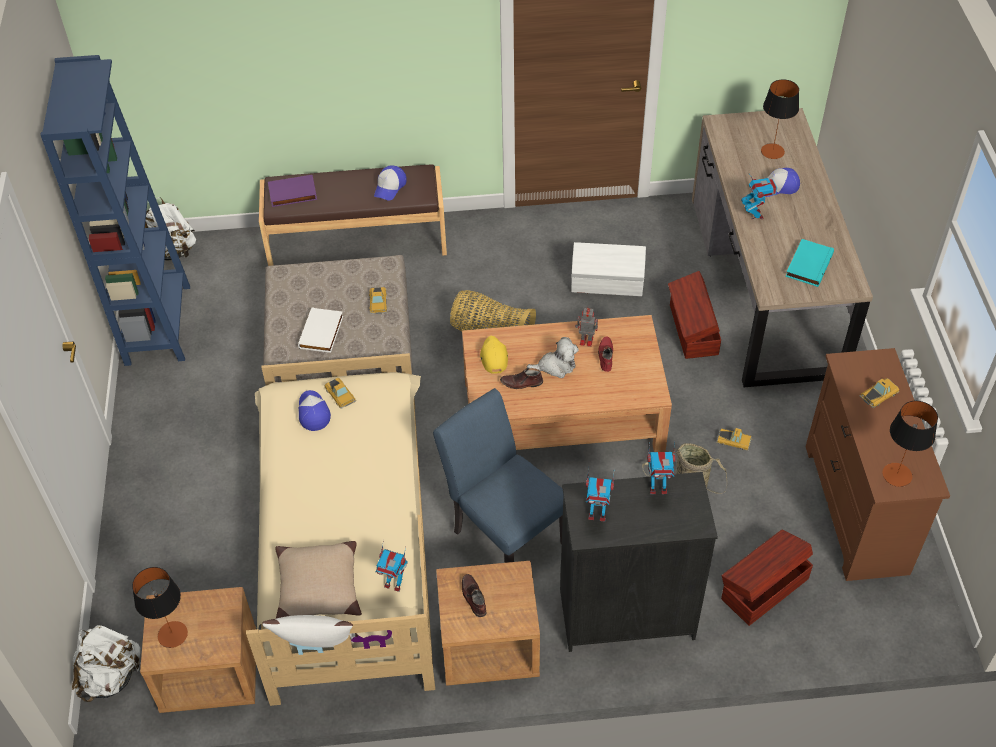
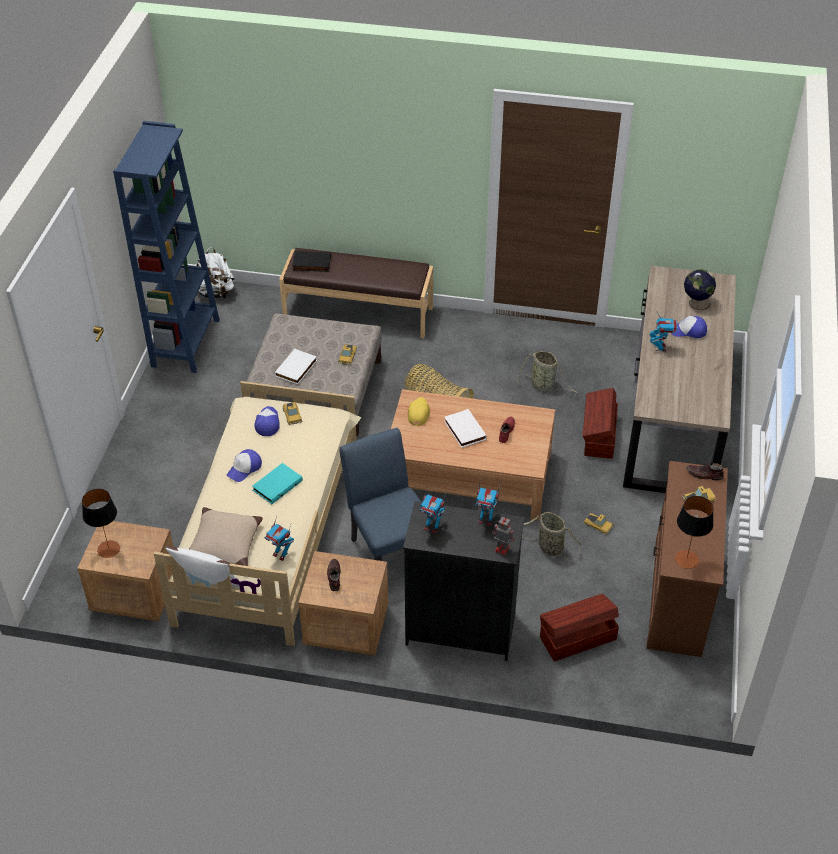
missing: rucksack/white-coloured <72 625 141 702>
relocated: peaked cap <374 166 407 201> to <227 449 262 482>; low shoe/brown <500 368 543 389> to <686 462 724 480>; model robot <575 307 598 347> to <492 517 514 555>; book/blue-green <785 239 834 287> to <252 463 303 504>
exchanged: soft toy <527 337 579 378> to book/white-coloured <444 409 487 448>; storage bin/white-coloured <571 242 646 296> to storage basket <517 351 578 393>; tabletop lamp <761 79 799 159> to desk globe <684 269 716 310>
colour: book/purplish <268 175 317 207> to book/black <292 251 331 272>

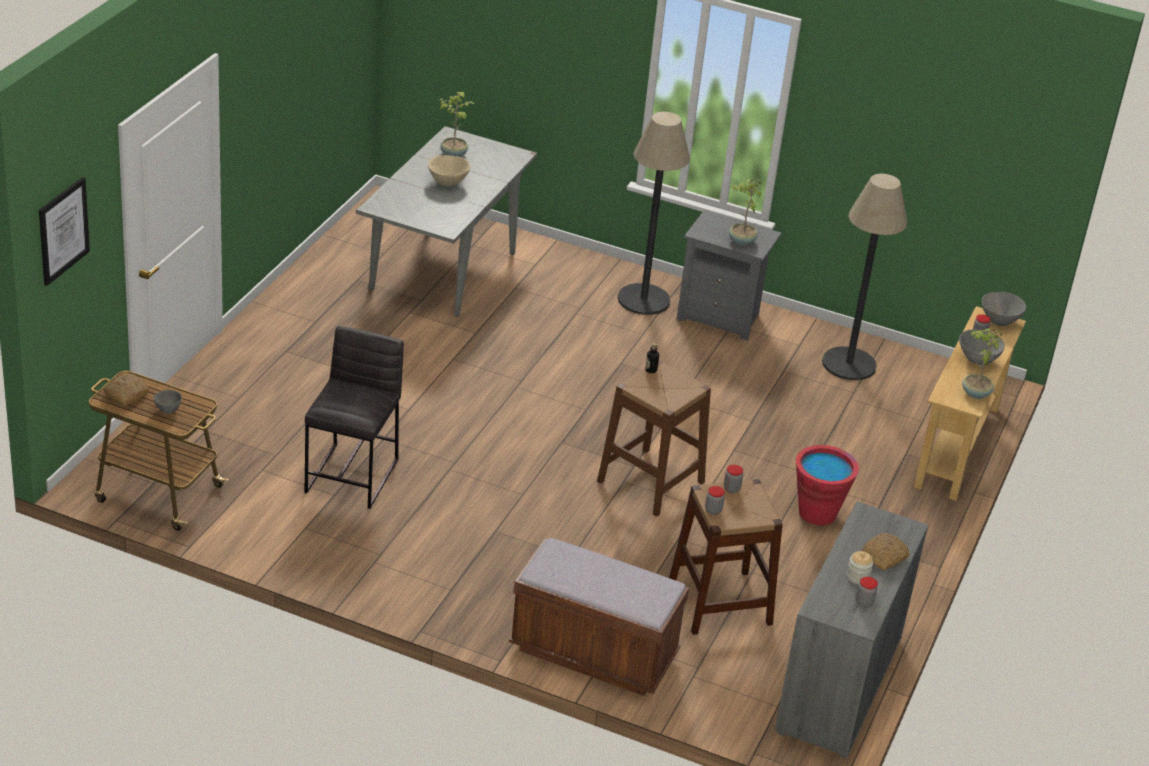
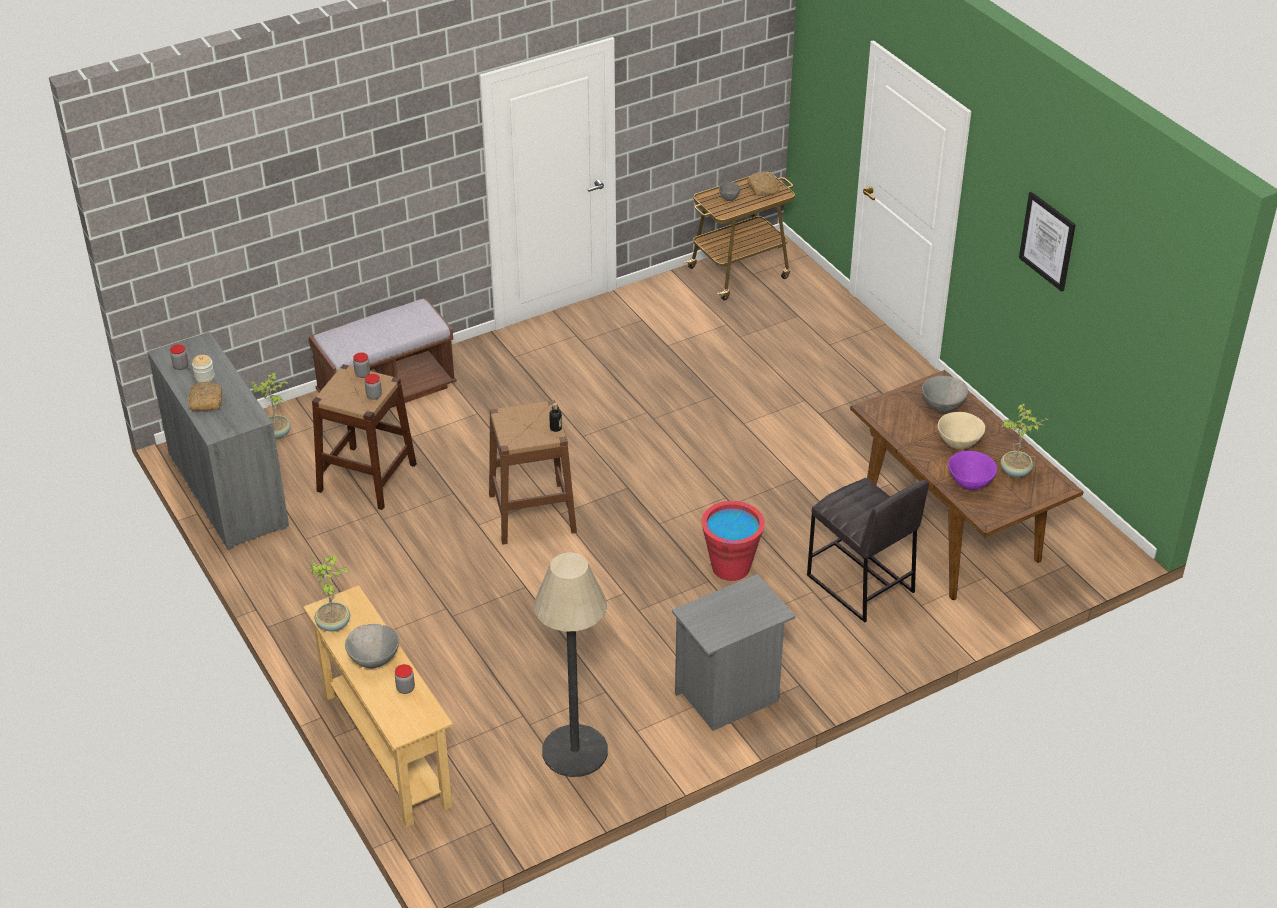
missing: standard lamp <618 112 690 315>
appeared: bowl/purplish <948 451 997 490>
relocated: wall art <39 177 90 286> to <1019 192 1076 292>; sitting stool/grey <305 326 404 509> to <807 478 929 622>; houseplant <729 179 761 246> to <251 373 291 439>; pail/red <796 445 859 525> to <701 501 765 581>; bowl/grey <982 292 1026 326> to <922 376 968 413>
colour: kitchen table/grey <356 126 537 317> to kitchen table/brown <850 370 1083 600>

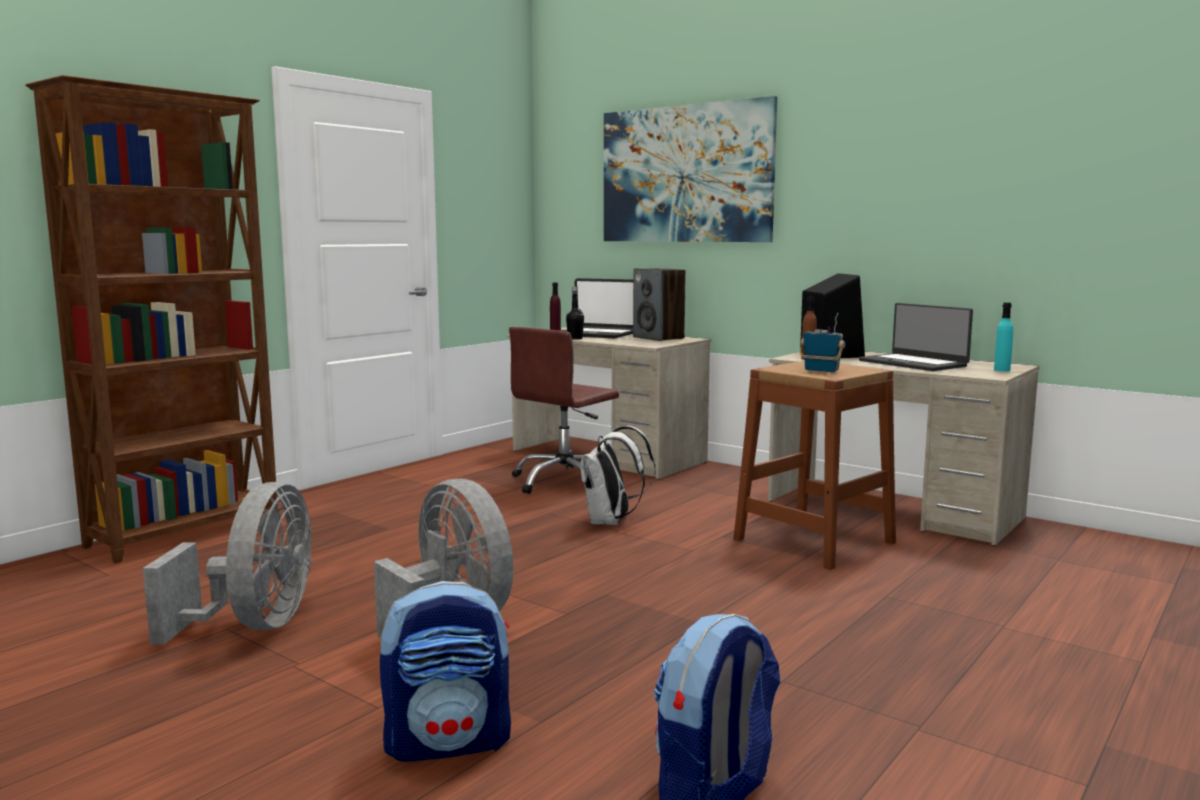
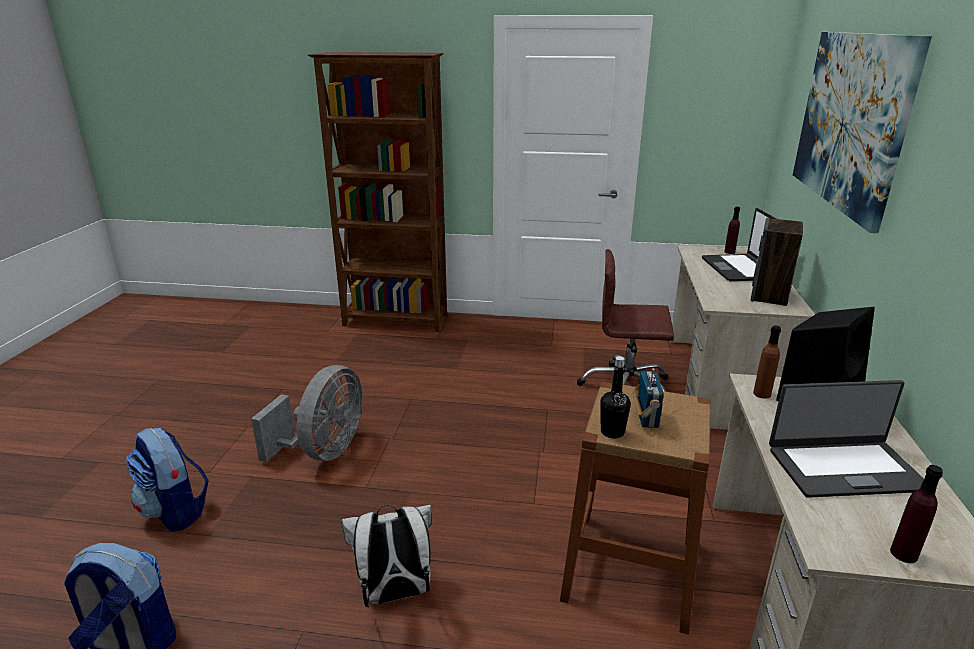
missing: cooling fan/grey <143 482 312 645>
relocated: beverage bottle/black <566 286 584 340> to <600 356 631 439>; rucksack/white-coloured <581 425 655 525> to <341 505 432 607>
colour: beverage bottle/blue-green <994 302 1013 372> to beverage bottle/purplish <890 465 943 563>
spun: notebook computer <859 303 973 371> = <769 380 924 498> 120 degrees counterclockwise

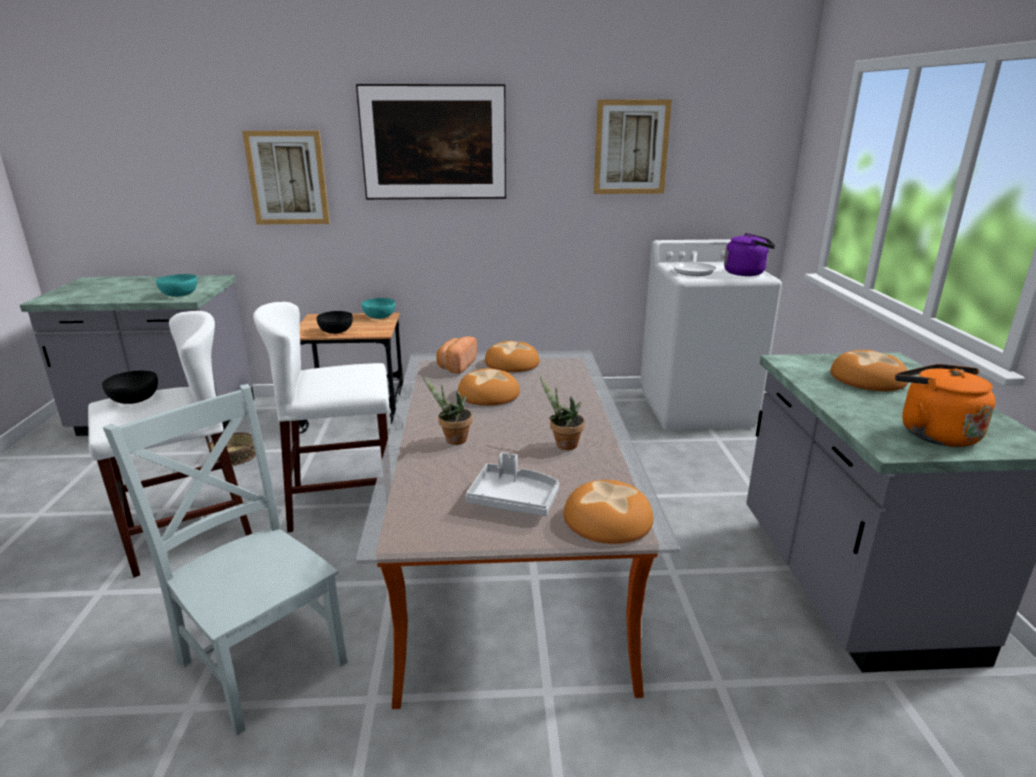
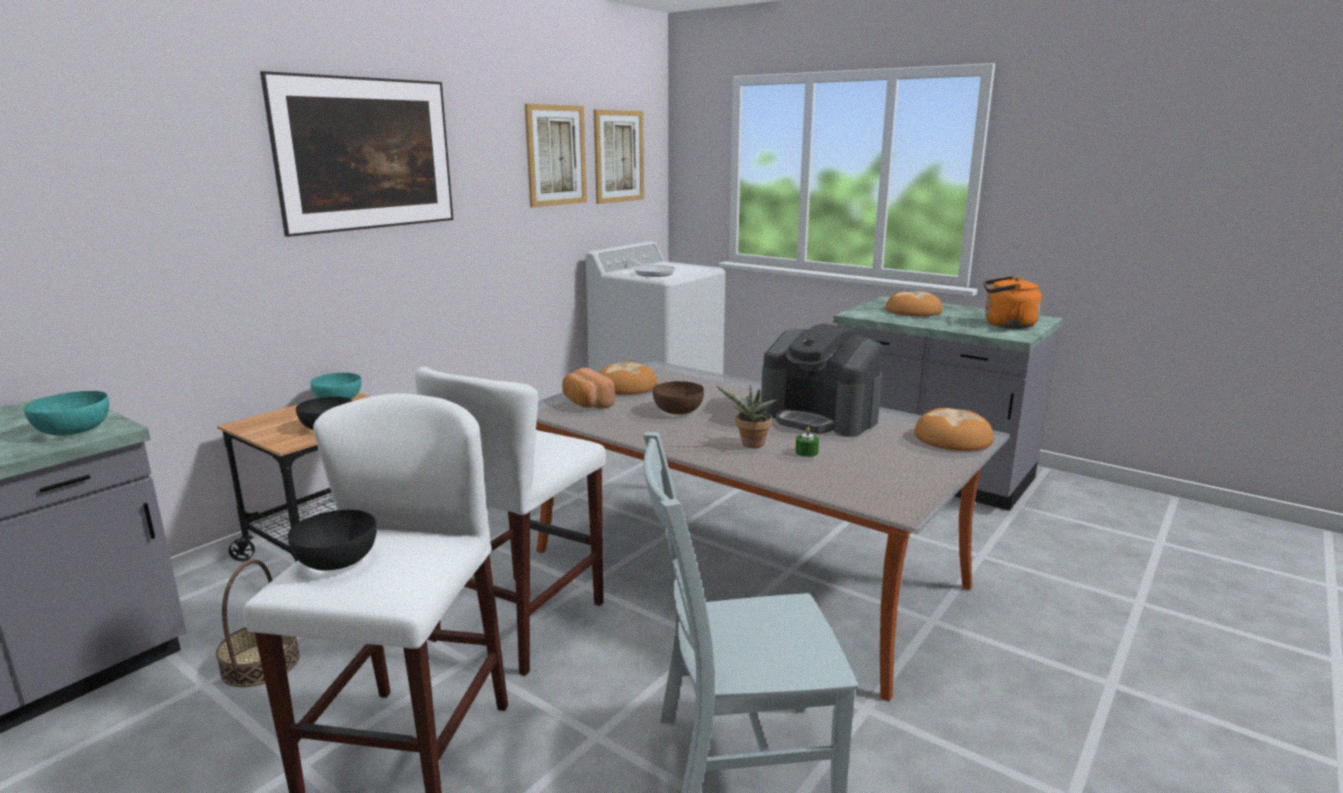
missing: tray/grey <465 452 559 516>; kettle/purplish <724 233 775 276>
appeared: wax candle/greenish <795 427 819 457>
relocated: wall art <242 131 330 225> to <594 109 644 204>
exchanged: bread <458 368 520 406> to bowl/brown <653 381 704 414>; houseplant <540 377 585 450> to coffee brewer <761 323 883 437>

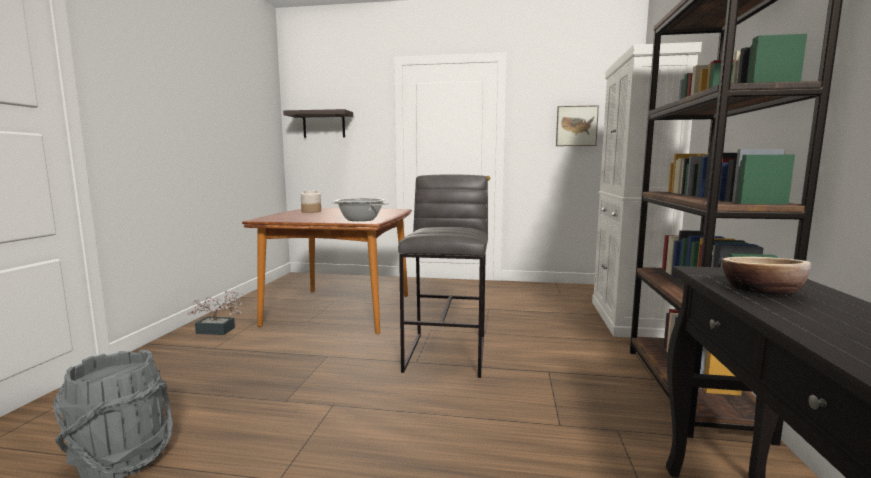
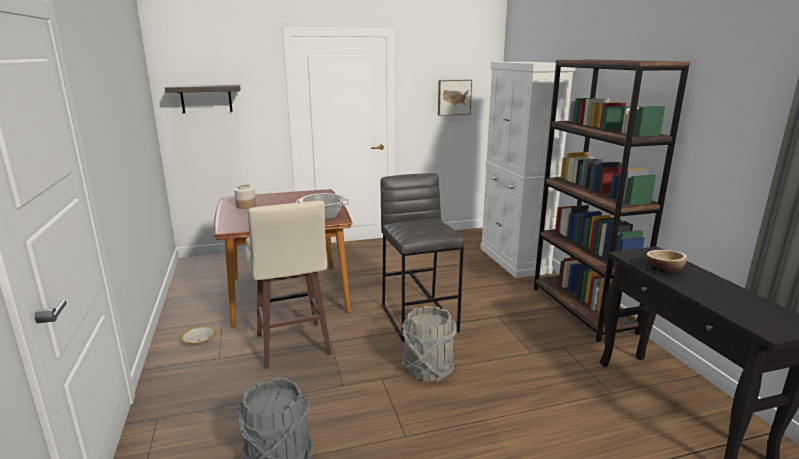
appeared: sitting stool/beige-coloured <245 201 332 369>; pail/grey <402 306 457 382>
exchanged: houseplant <187 291 243 335> to bowl <181 326 216 346>

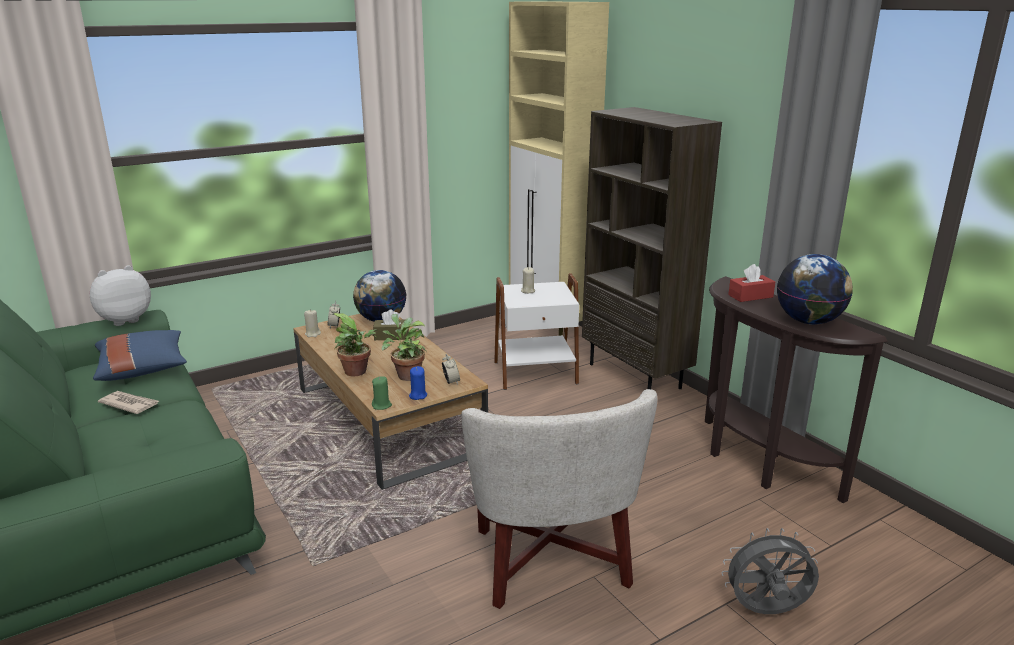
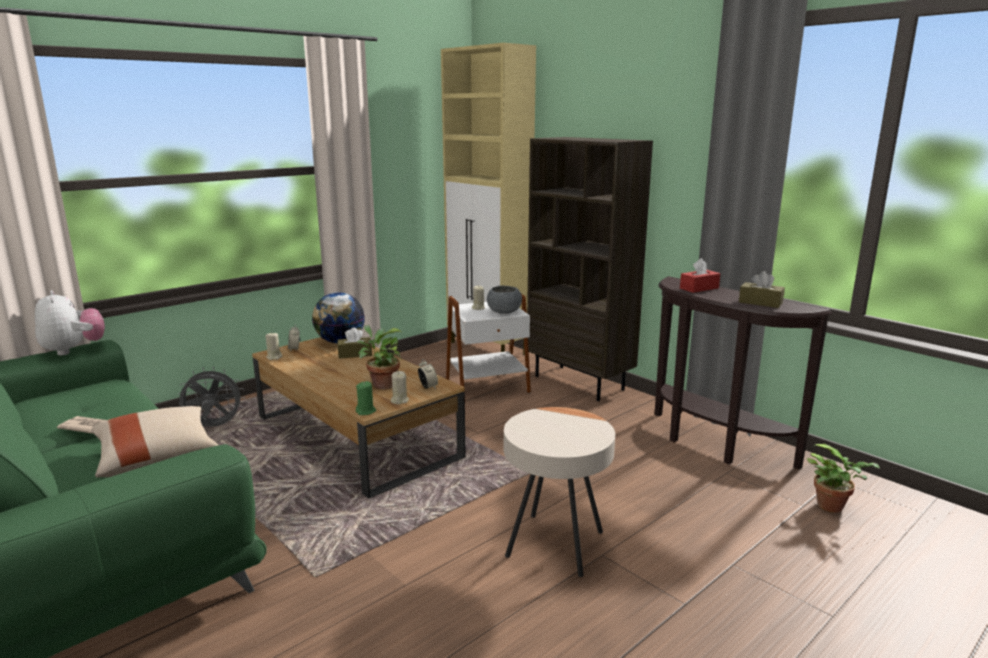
missing: throw pillow/blue <93 330 187 381>
appeared: throw pillow/beige-coloured <91 406 218 478>; bowl/grey <487 286 522 314>
relocated: houseplant <333 313 378 376> to <807 444 880 513>; cooling fan/grey <721 528 819 614> to <178 367 245 427>
exchanged: armchair/white-coloured <461 389 657 609> to end table/beige-coloured <504 407 615 577>; desk globe <777 254 853 325> to tissue holder/brown <739 271 785 308>
colour: wax candle/blue <409 366 427 400> to wax candle/beige-coloured <391 371 409 404>
spun: soft toy <89 265 151 326> = <35 290 105 356> 105 degrees clockwise

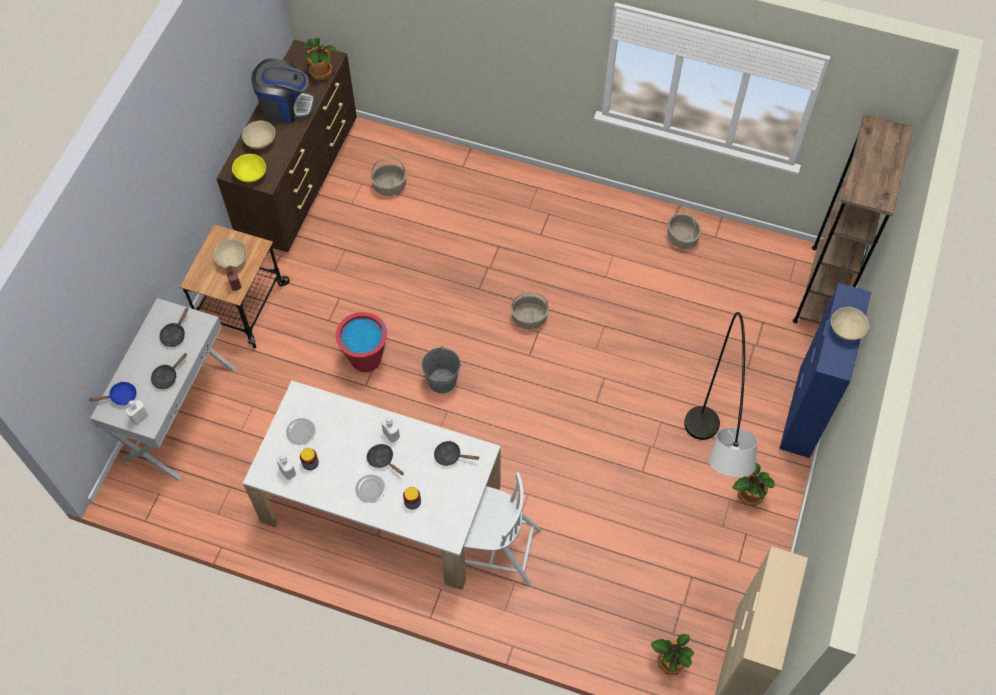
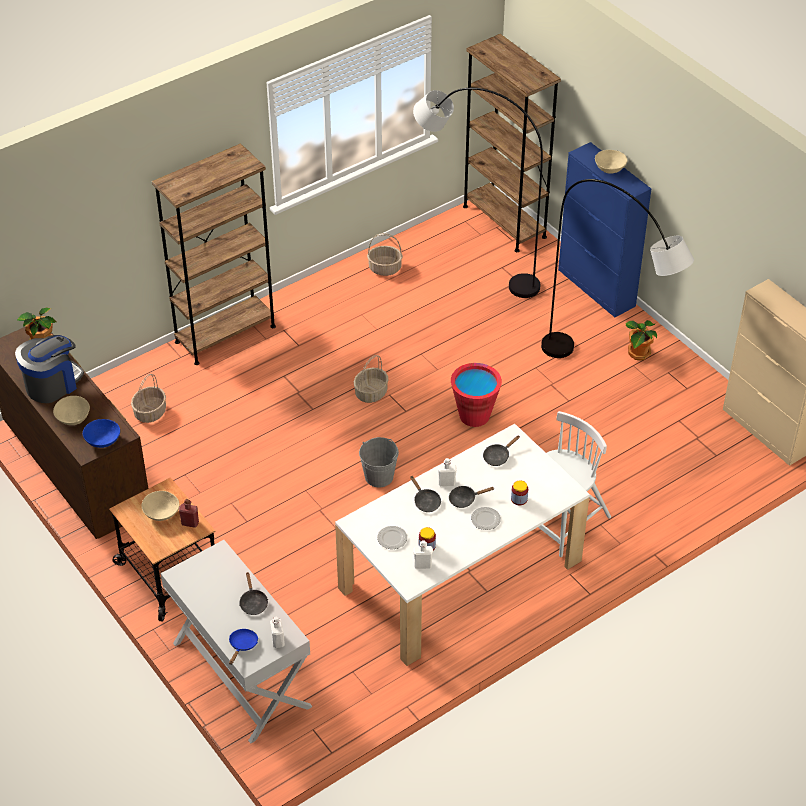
missing: houseplant <651 634 694 675>
appeared: bookshelf/brown <152 143 276 365>; standard lamp/black <413 88 543 298>
relocated: frying pan/black <159 308 188 347> to <410 476 441 512>; pail/red <335 312 387 372> to <451 363 502 427>
colour: bowl/yellow <232 154 266 182> to bowl/blue <83 419 120 448>

